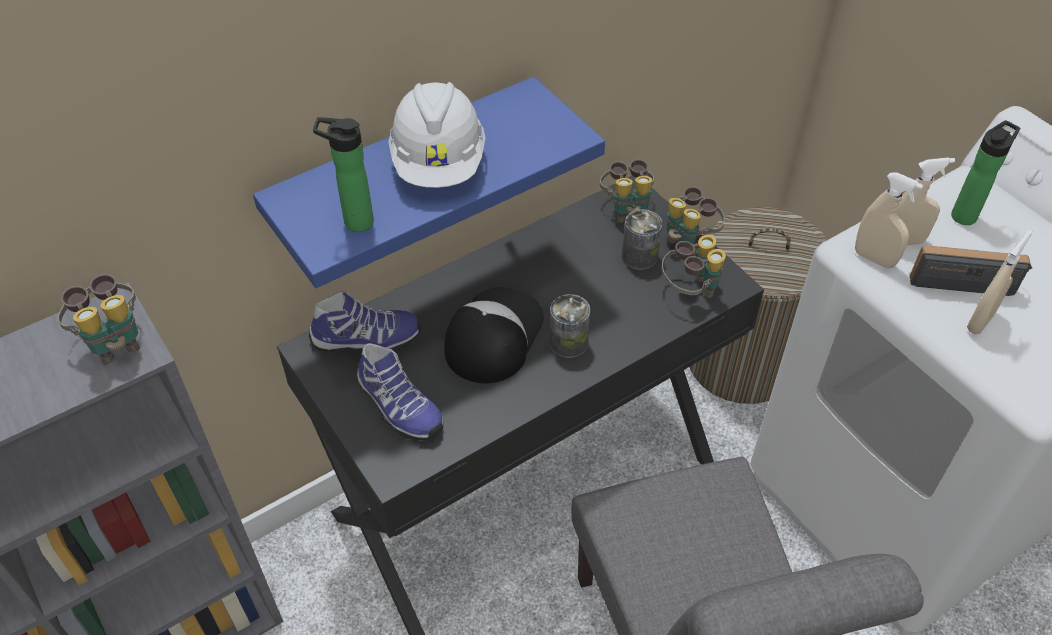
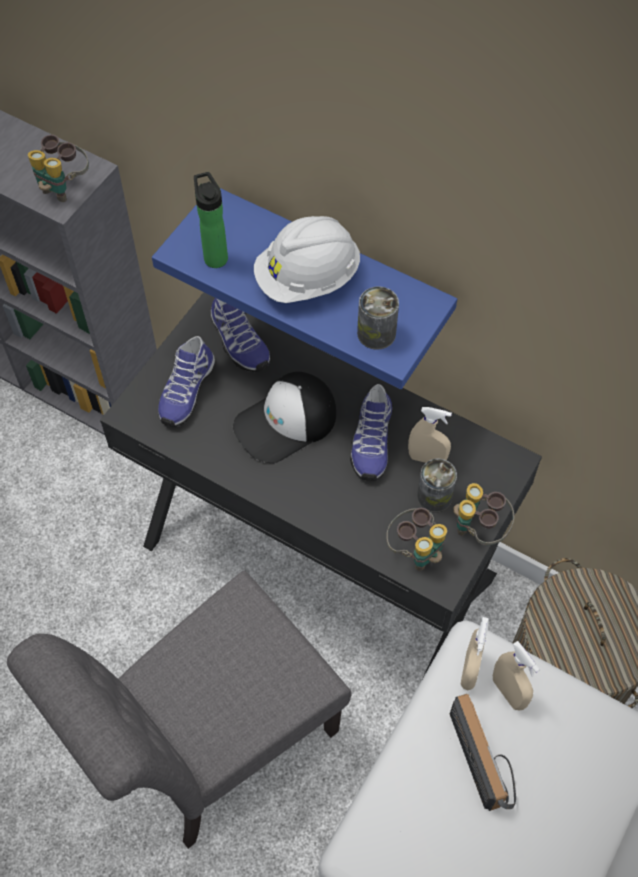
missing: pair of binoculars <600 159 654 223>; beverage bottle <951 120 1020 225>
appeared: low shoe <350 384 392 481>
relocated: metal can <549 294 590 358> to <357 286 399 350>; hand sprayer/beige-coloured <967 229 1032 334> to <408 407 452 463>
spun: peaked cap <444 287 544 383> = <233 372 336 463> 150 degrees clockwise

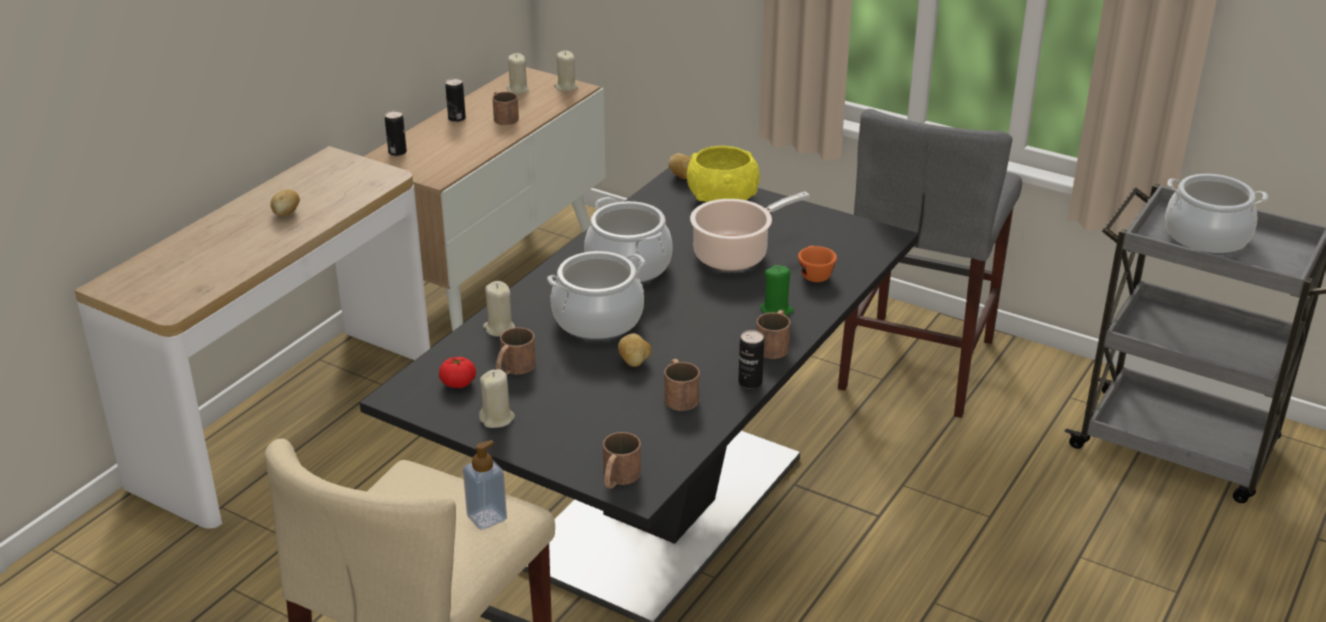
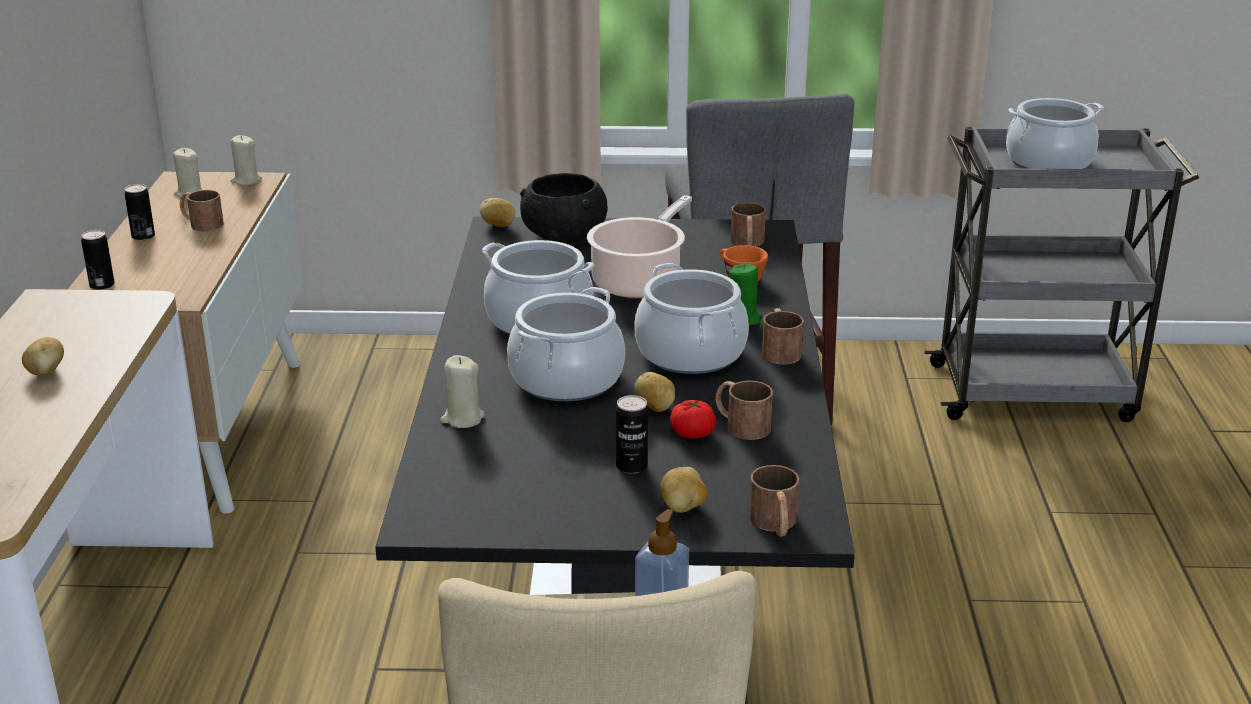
missing: wax candle/beige-coloured <479 369 515 428>
appeared: cooking pot <635 263 749 374>; whole potato <660 467 708 513>
relocated: whole tomato <439 357 476 388> to <670 400 716 439>; coffee mug/brown <496 327 536 375> to <730 202 766 247>; metal can <738 330 764 389> to <616 395 648 474>
colour: bowl/yellow <687 146 760 202> to bowl/black <520 173 608 243>

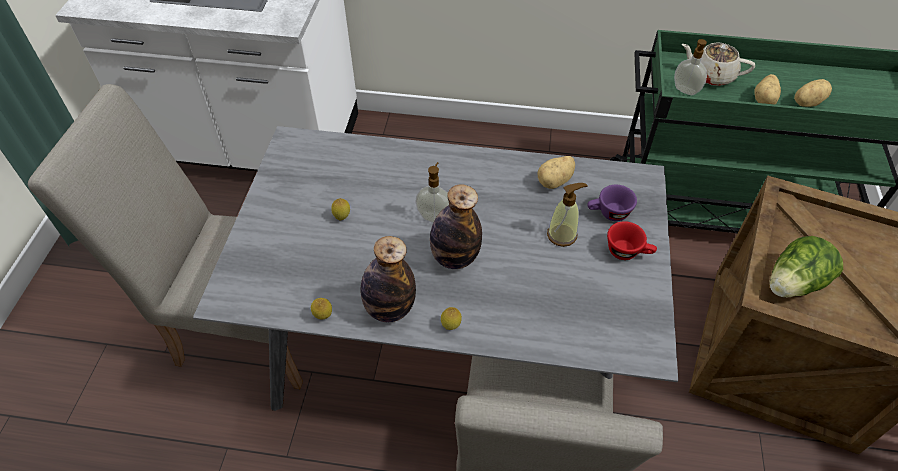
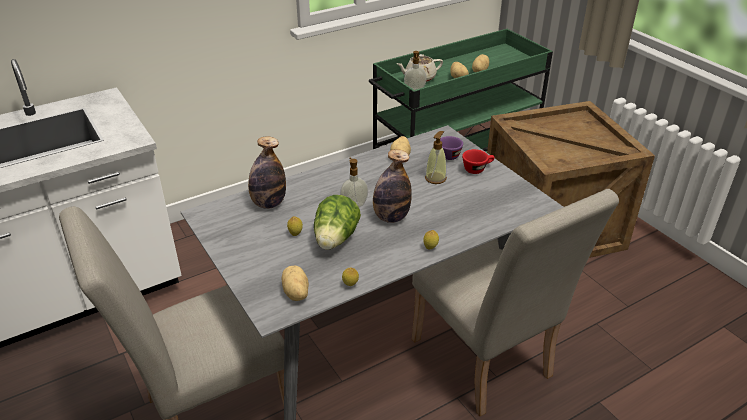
appeared: whole potato <281 266 309 301>
relocated: beverage bottle <360 236 416 322> to <248 136 286 209>; lettuce <769 236 843 298> to <314 195 361 250>

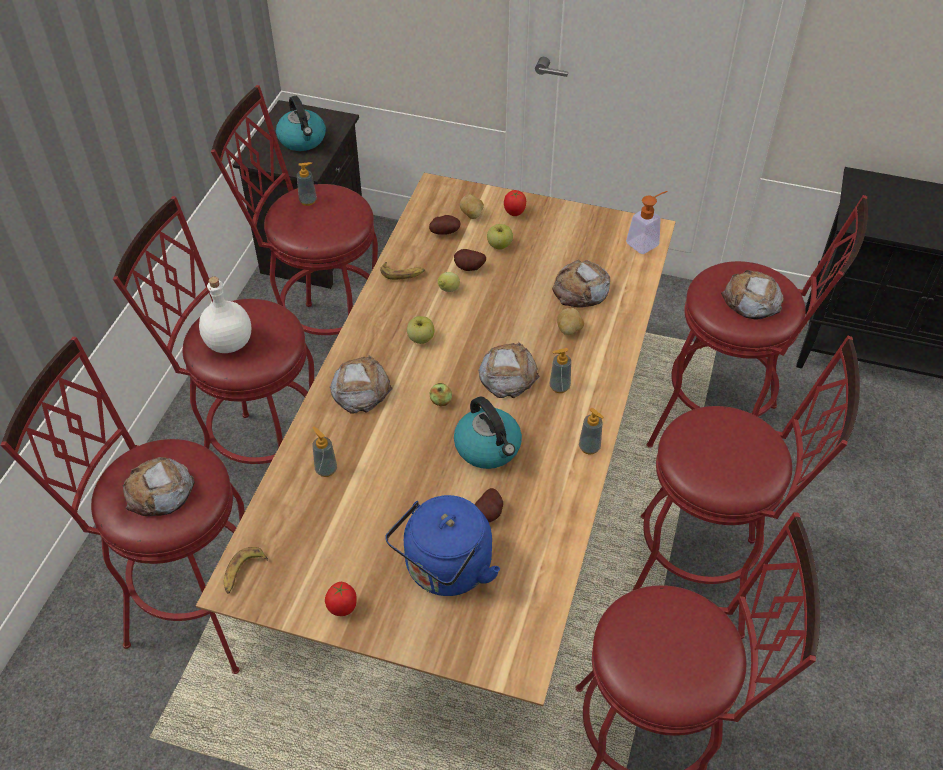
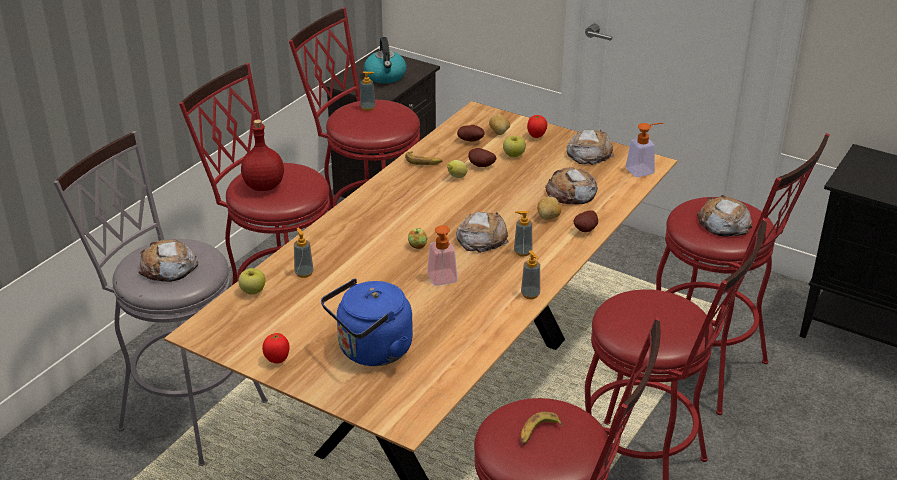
relocated: banana <224 547 268 594> to <521 412 563 445>; bread <330 355 393 413> to <566 130 615 165>; whole apple <407 316 434 344> to <238 268 265 295>; whole potato <475 488 503 522> to <573 210 598 232>
exchanged: kettle <454 396 522 469> to soap dispenser <427 225 458 286>
colour: sitting stool/red <0 337 245 674> to sitting stool/grey <53 131 268 466>; beverage bottle/white-coloured <199 277 251 353> to beverage bottle/red <241 119 284 191>

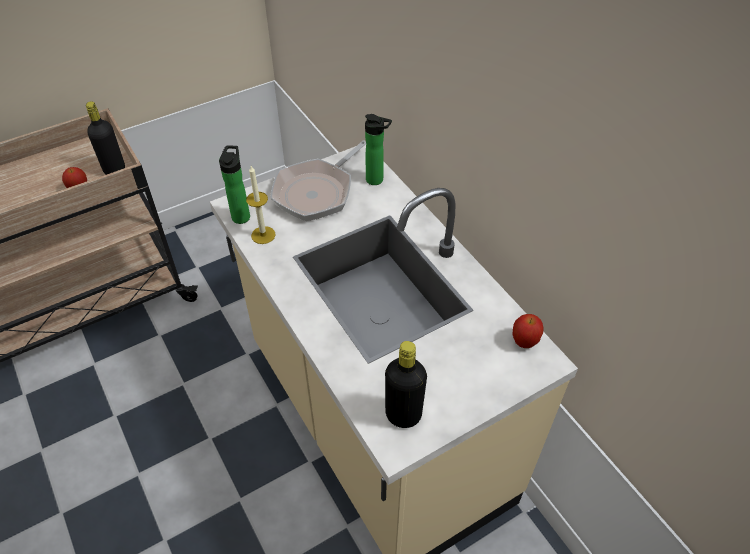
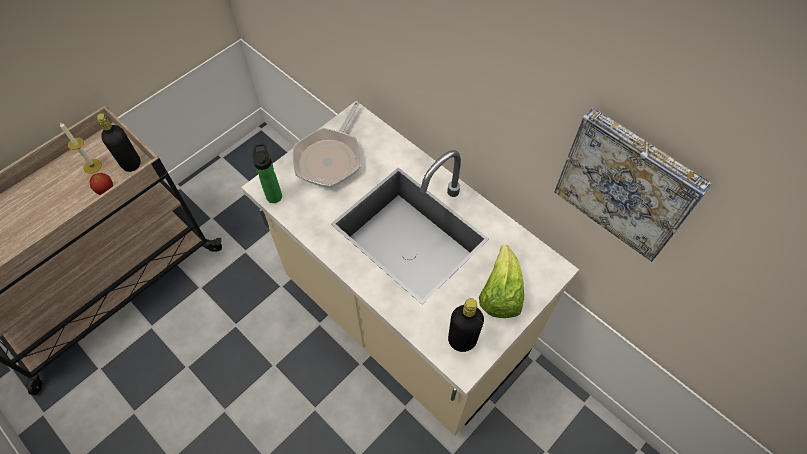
missing: beverage bottle <365 114 392 185>; whole apple <513 314 543 348>
appeared: lettuce <479 245 524 318>; wall art <554 108 713 262>
relocated: wax candle <246 166 275 244> to <60 122 102 174>

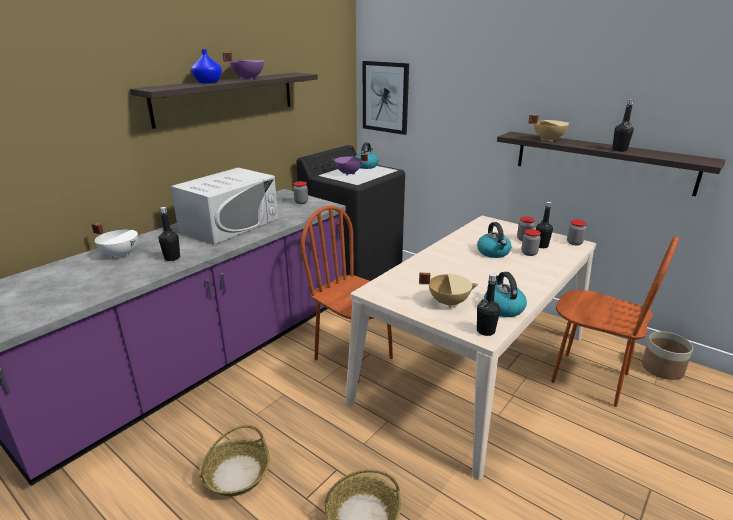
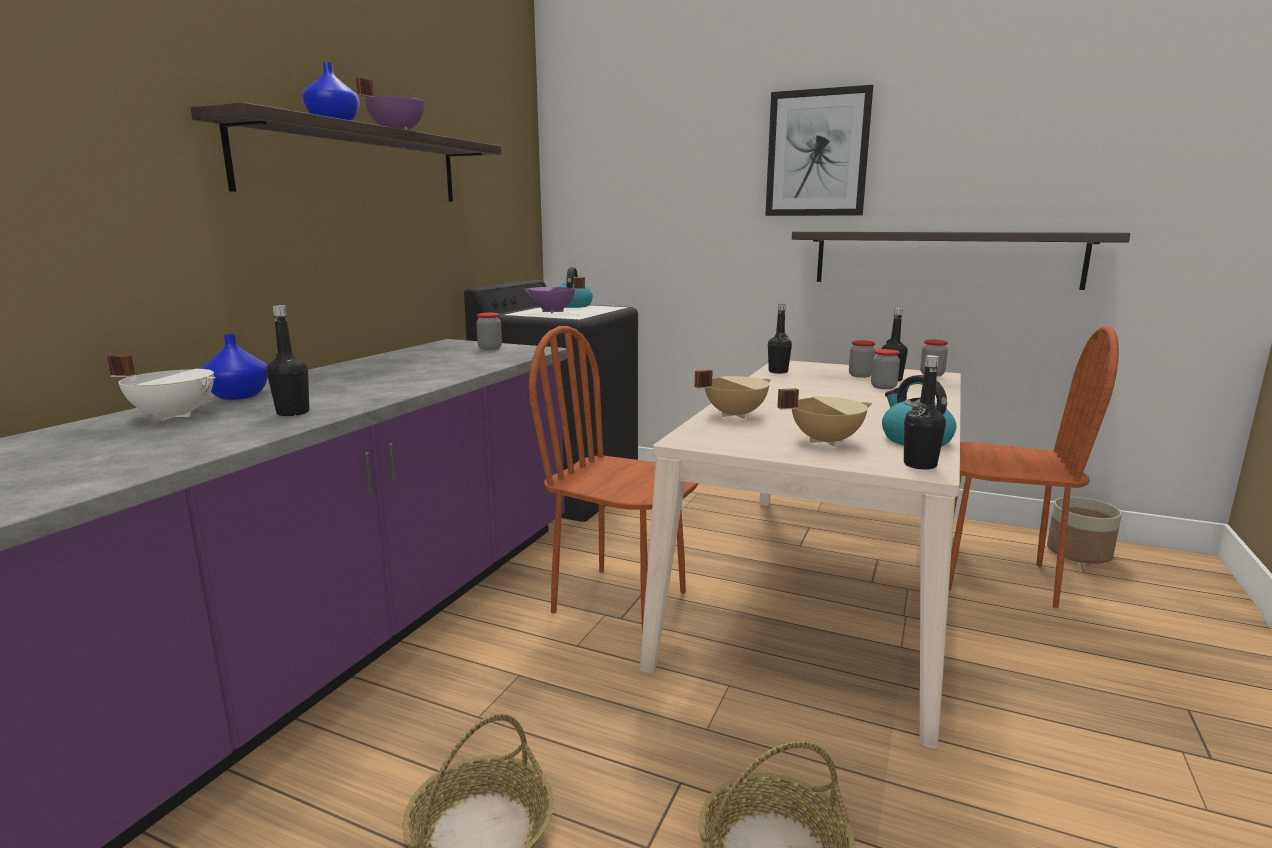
missing: microwave oven/white-coloured <170 168 278 245>; kettle <477 222 511 258>
appeared: flower vase/blue <201 334 268 400>
relocated: wall art <363 61 409 135> to <765 85 873 216>; cooking pot/beige-coloured <528 115 571 142> to <695 369 771 419>; beverage bottle/black <612 99 634 152> to <768 304 792 374>

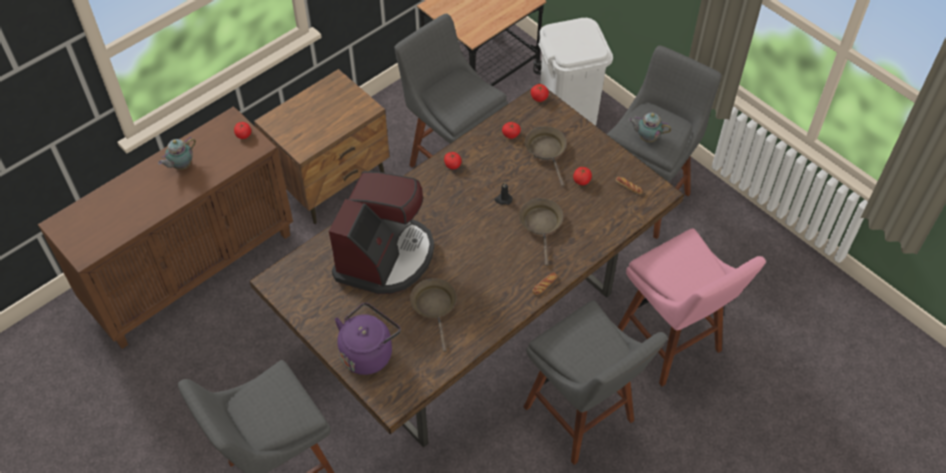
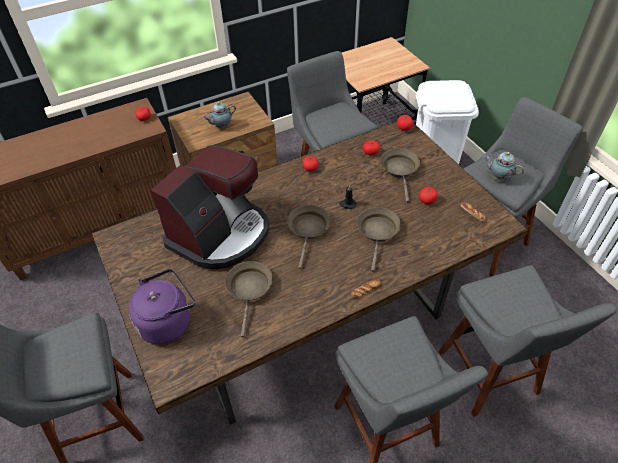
appeared: frying pan/brown <287 205 331 269>
relocated: teapot <158 137 196 170> to <203 102 236 129>
colour: sitting stool/pinkish <618 228 766 386> to sitting stool/grey <438 265 617 417>

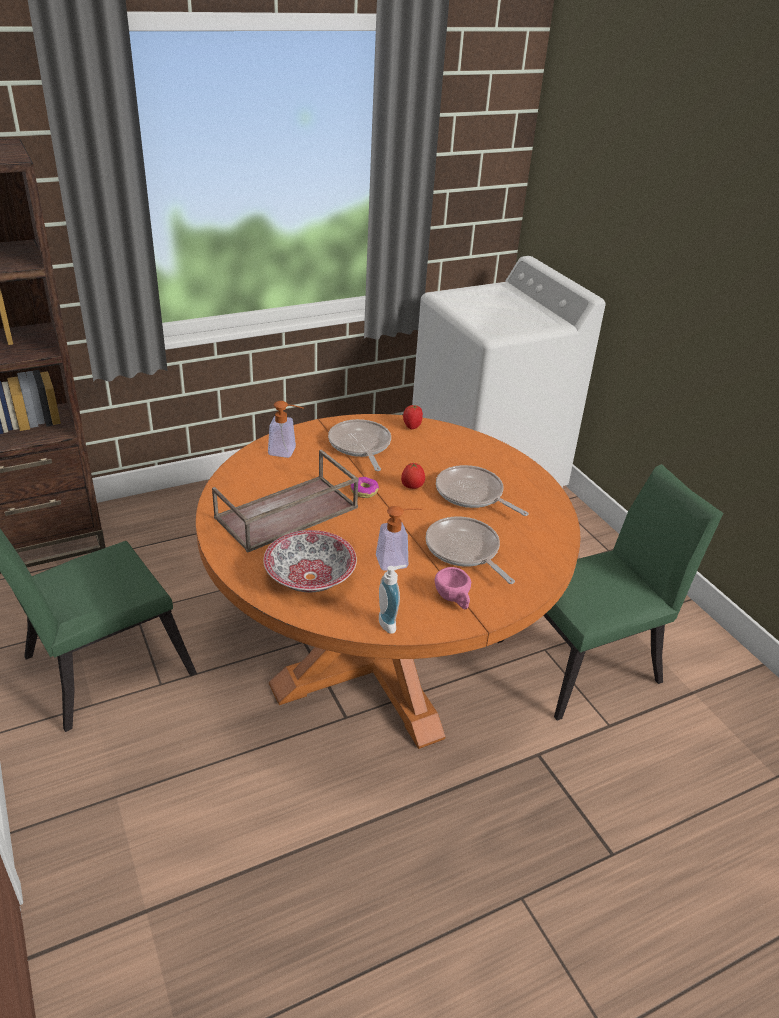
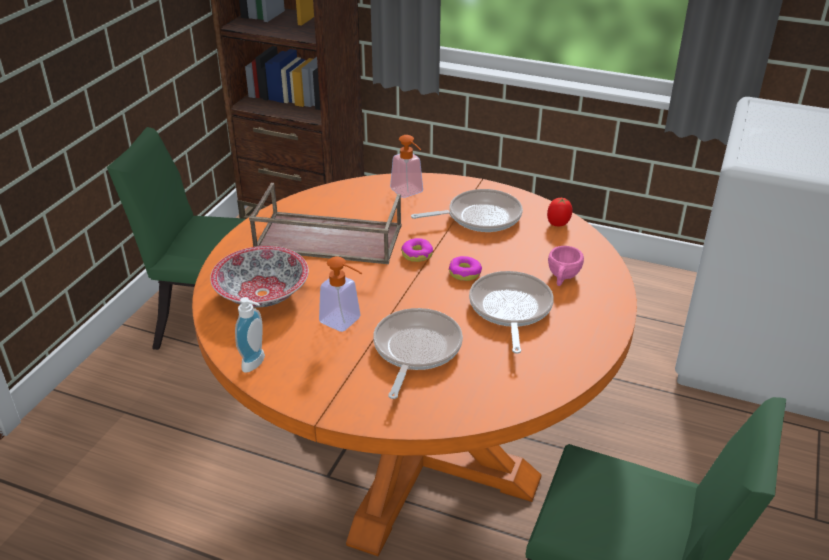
relocated: drinking cup/pinkish <435 567 471 609> to <548 246 584 286>
exchanged: whole tomato <401 463 425 489> to ring doughnut <449 256 482 281>
spun: frying pan <328 419 391 471> = <411 189 523 232> 45 degrees clockwise

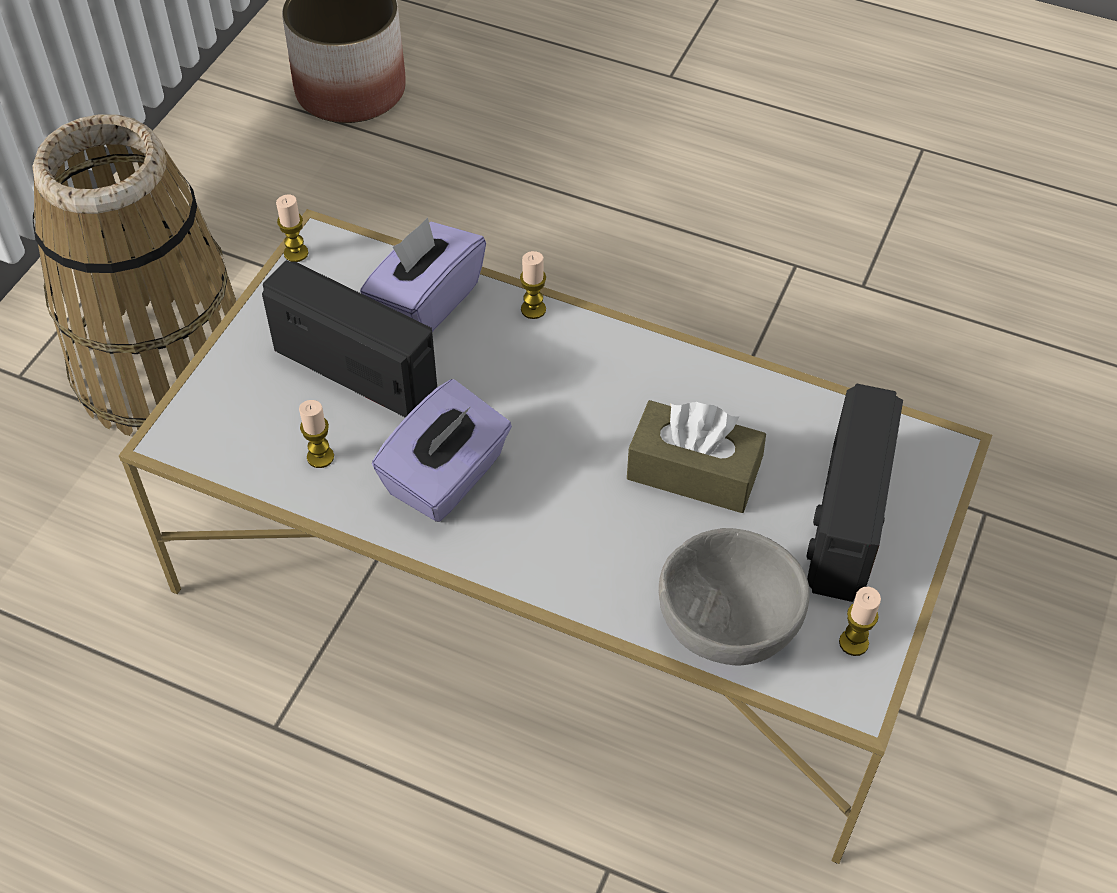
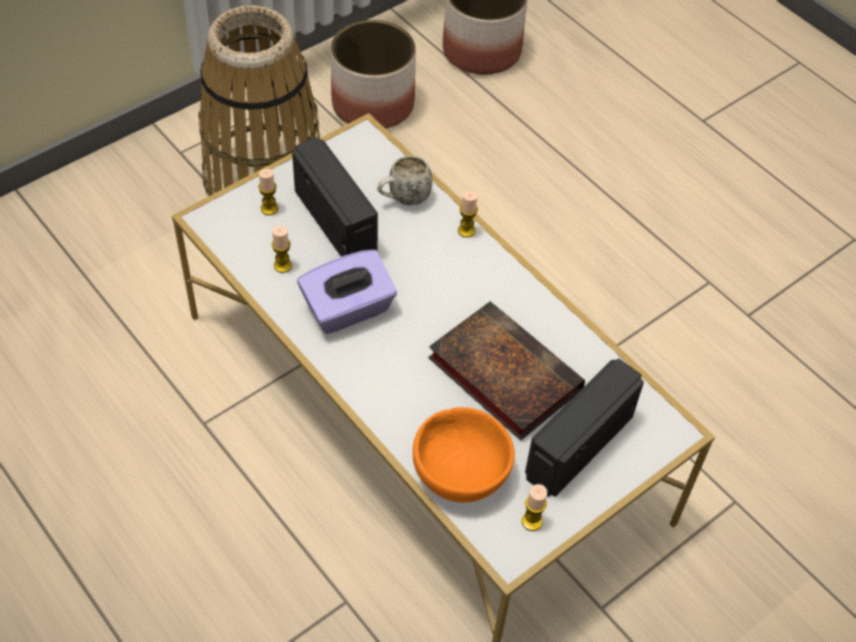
appeared: planter <331 20 416 129>
relocated: wax candle <276 195 308 262> to <258 169 278 215>
exchanged: tissue holder/purplish <360 217 486 332> to coffee mug/white-coloured <377 156 433 205>; tissue holder/brown <627 400 766 513> to book <428 301 585 440>
colour: bowl/grey <659 528 810 665> to bowl/orange-coloured <413 407 515 502>

